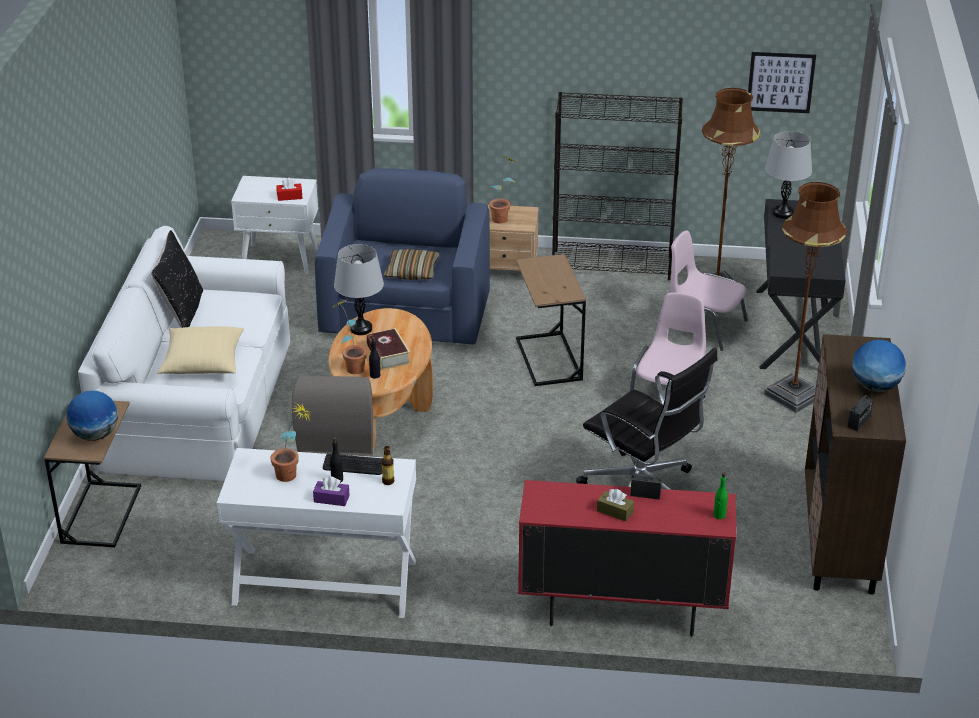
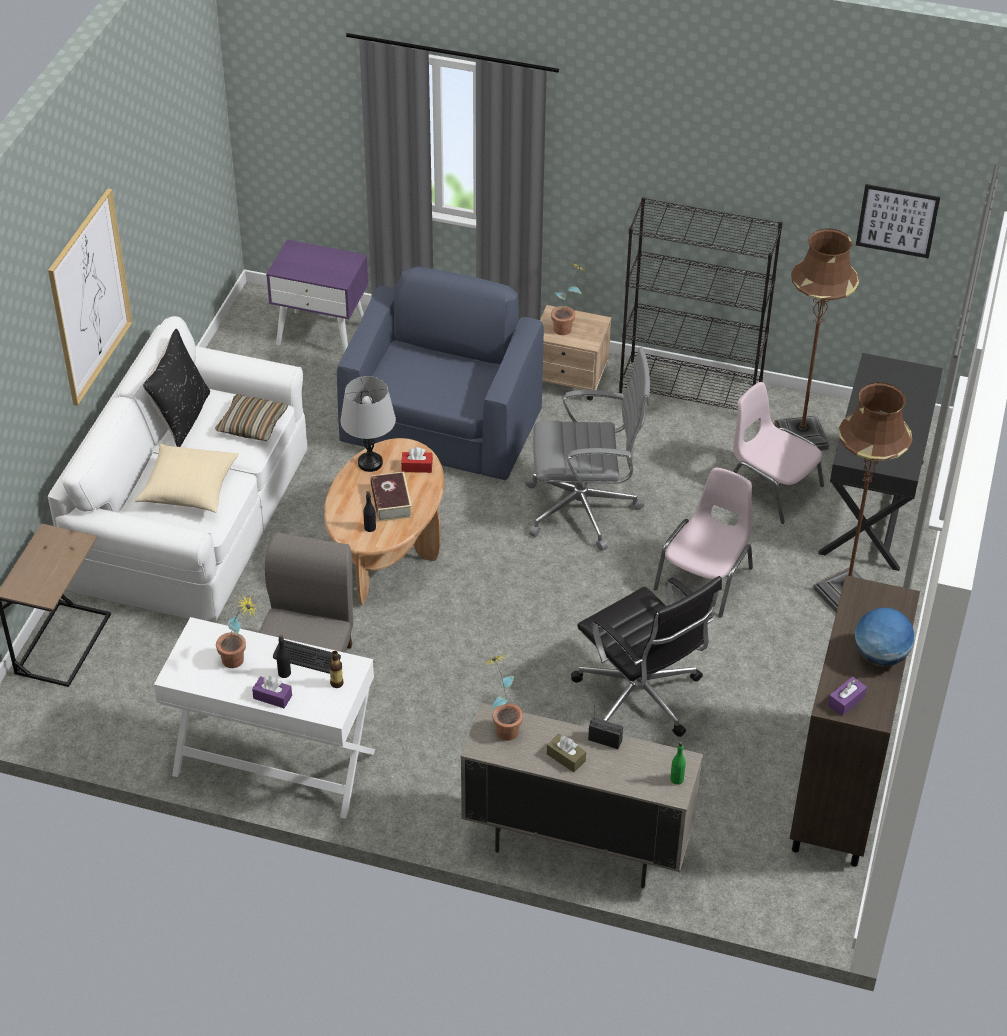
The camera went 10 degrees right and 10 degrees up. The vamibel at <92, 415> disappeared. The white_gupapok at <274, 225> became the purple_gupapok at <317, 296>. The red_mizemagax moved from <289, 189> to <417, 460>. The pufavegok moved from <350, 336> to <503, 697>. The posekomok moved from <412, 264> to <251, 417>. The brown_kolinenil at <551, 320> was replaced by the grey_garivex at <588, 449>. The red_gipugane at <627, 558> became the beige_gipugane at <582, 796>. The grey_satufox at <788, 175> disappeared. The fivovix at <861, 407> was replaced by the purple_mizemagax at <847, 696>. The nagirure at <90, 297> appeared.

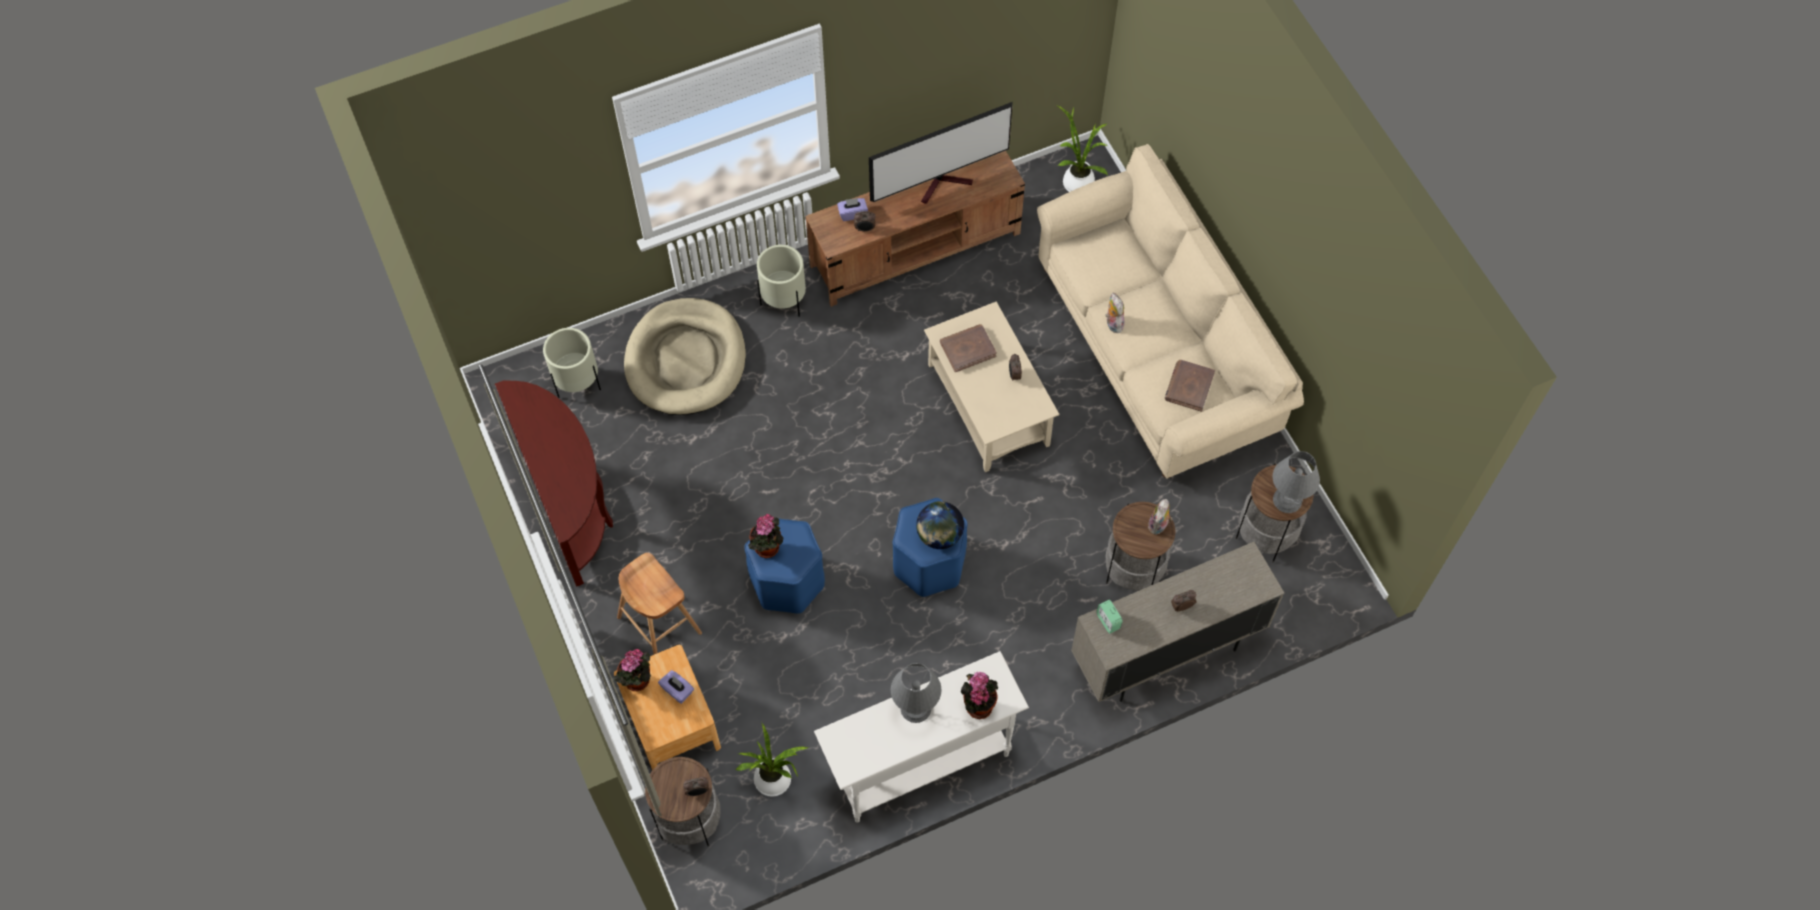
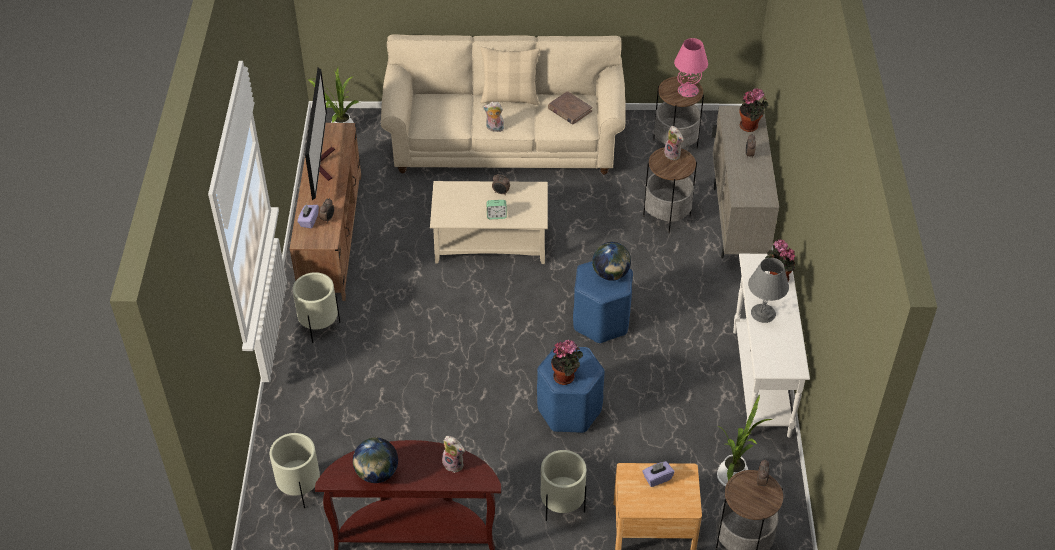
The camera went 65 degrees left and 15 degrees down. The pufavegok moved from <632, 670> to <754, 110>. The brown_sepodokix at <659, 604> was replaced by the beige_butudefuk at <564, 485>. The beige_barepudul at <685, 356> disappeared. The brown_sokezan at <968, 348> disappeared. The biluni moved from <1109, 617> to <496, 209>. The grey_satufox at <1296, 482> became the pink_satufox at <691, 67>. The vamibel at <375, 460> appeared. The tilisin at <453, 454> appeared. The beige_posekomok at <510, 76> appeared.

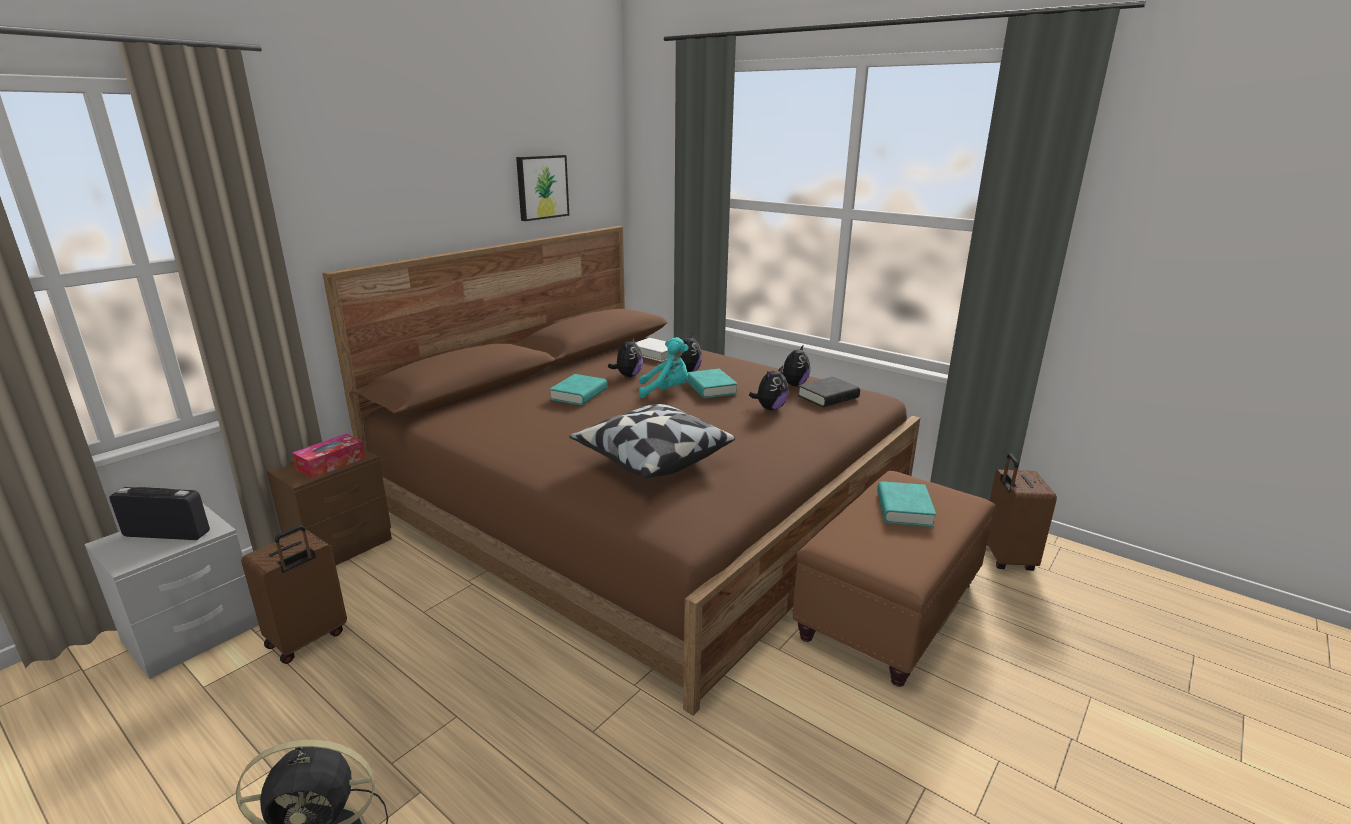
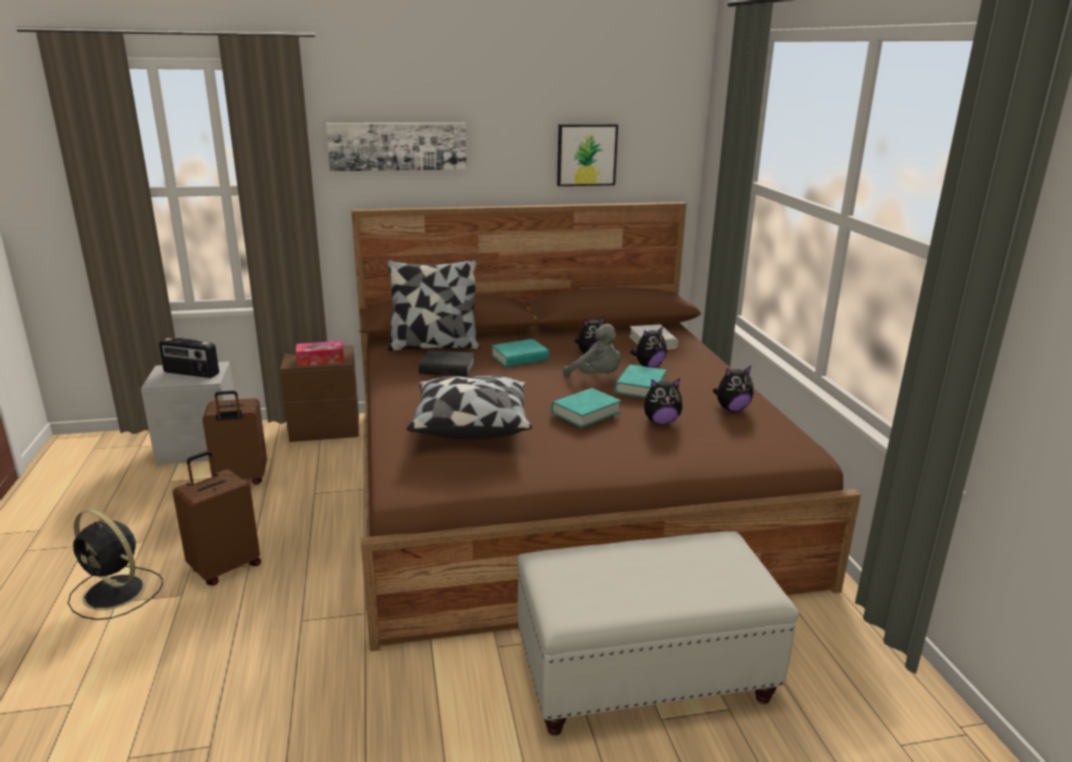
The camera went 40 degrees right and 0 degrees up. The fivovix at <159, 513> turned 150 degrees clockwise. The turquoise_tilisin at <664, 367> became the grey_tilisin at <592, 350>. The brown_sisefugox at <894, 579> became the white_sisefugox at <658, 633>. The black_sokezan moved from <829, 392> to <447, 363>. The turquoise_sokezan moved from <906, 504> to <586, 408>. The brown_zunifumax moved from <1022, 512> to <217, 518>. The nagirure at <396, 147> appeared. The posekomok at <433, 305> appeared.

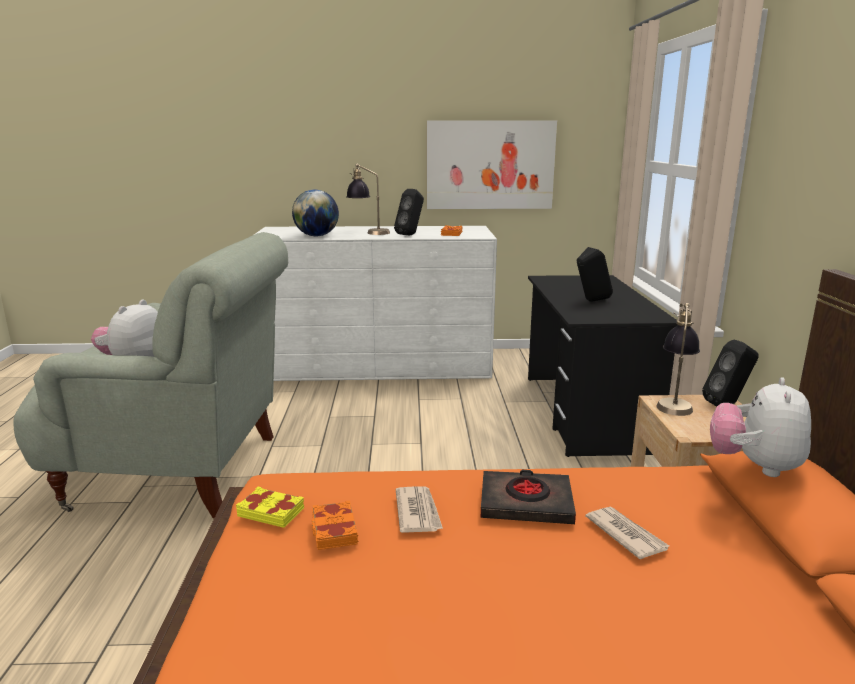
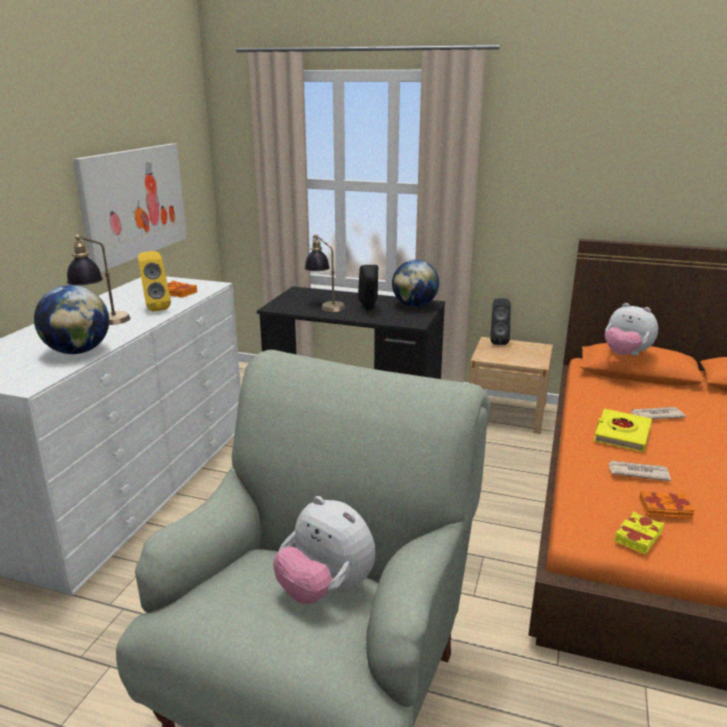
The camera went 70 degrees left and 5 degrees up. The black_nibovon at <409, 212> became the yellow_nibovon at <154, 281>. The black_sokezan at <528, 497> became the yellow_sokezan at <623, 430>. The satufox moved from <678, 359> to <325, 273>. The vamibel at <415, 283> appeared.

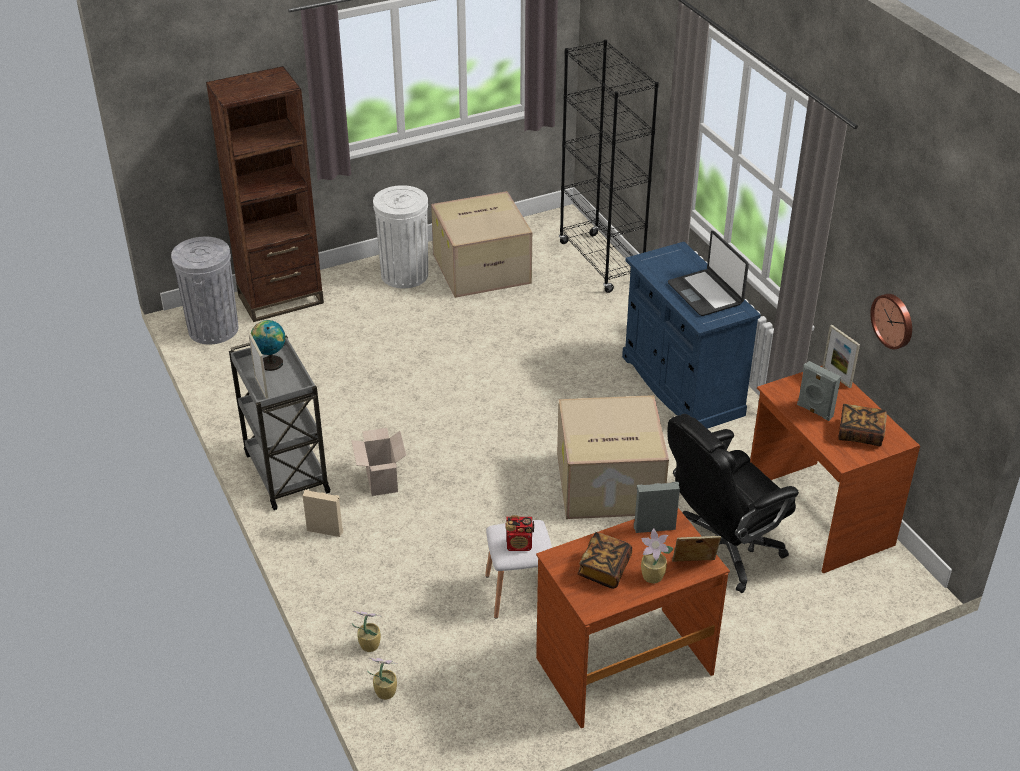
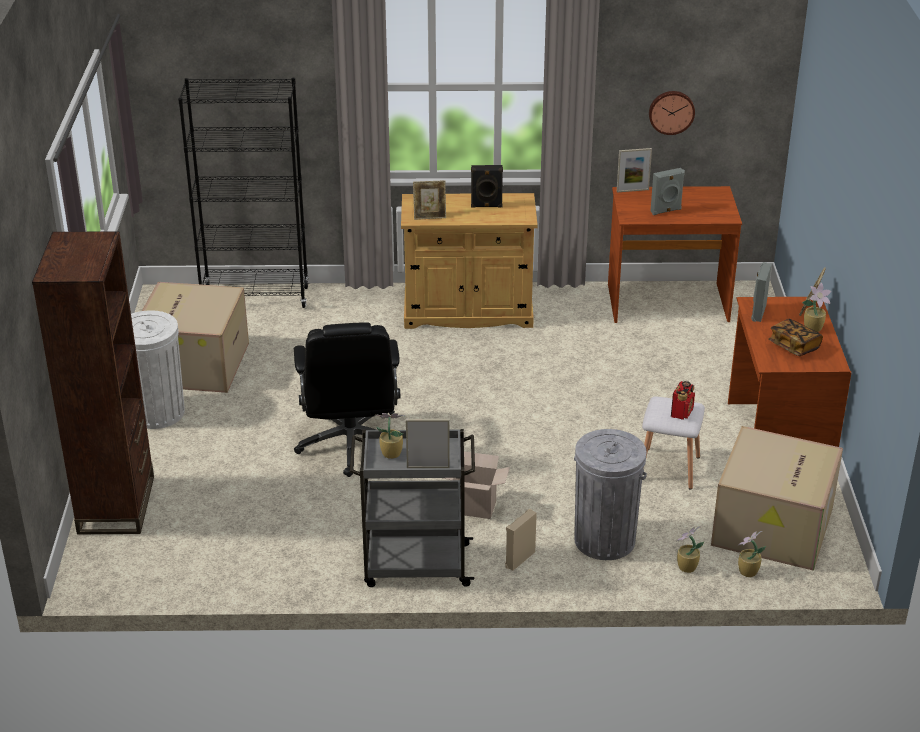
The camera went 65 degrees left and 5 degrees down. The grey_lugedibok moved from <204, 290> to <610, 494>. The vamibel at <268, 345> was replaced by the pufavegok at <389, 436>. The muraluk moved from <613, 457> to <777, 498>. The blue_gipugane at <691, 335> became the beige_gipugane at <469, 261>. The black_garivex moved from <733, 503> to <347, 399>. The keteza at <708, 273> was replaced by the black_nibovon at <487, 186>. The sokezan at <862, 425> disappeared. The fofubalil at <429, 200> appeared.

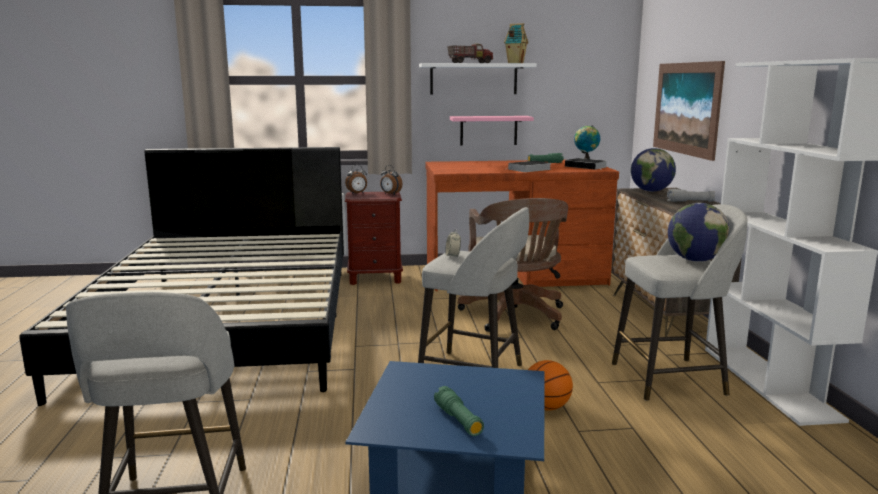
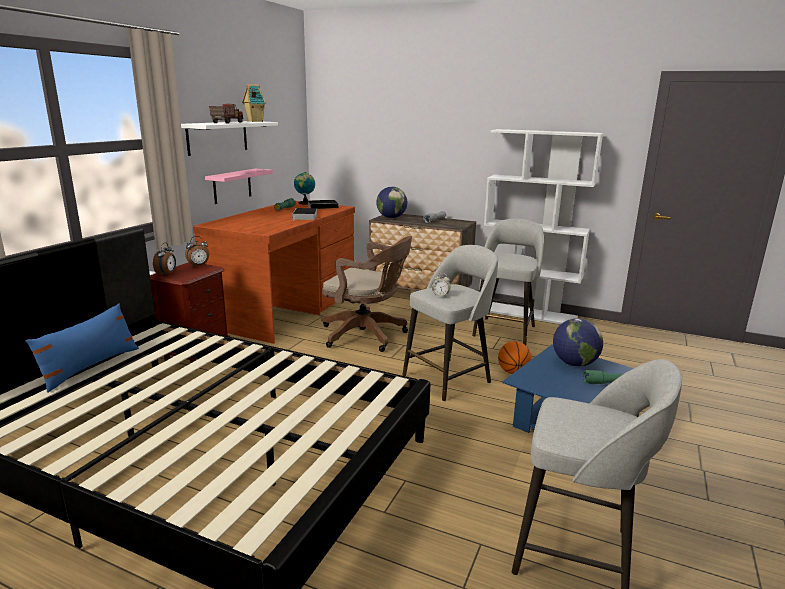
The camera went 60 degrees left and 5 degrees up. The nagirure at <689, 111> disappeared. The vamibel moved from <698, 232> to <578, 342>. The blue_posekomok at <82, 348> appeared.

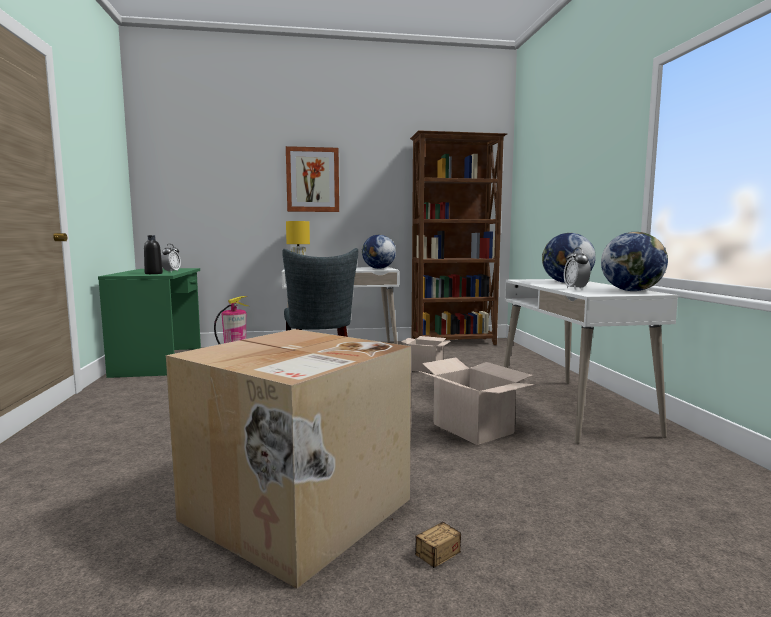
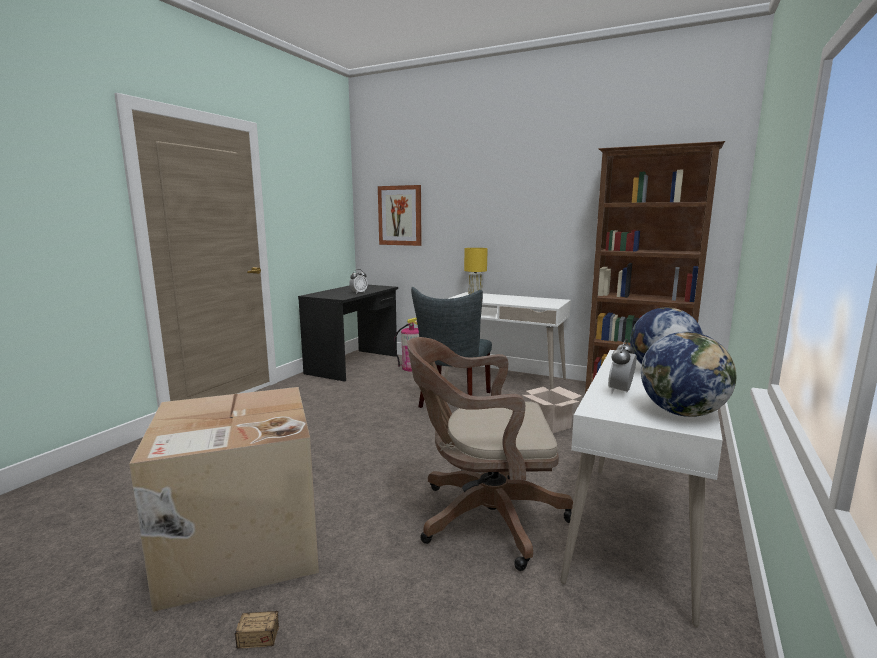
The camera went 35 degrees right and 5 degrees up. The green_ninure at <149, 323> became the black_ninure at <348, 333>. The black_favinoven at <153, 254> disappeared. The nagirure moved from <312, 179> to <400, 215>. The vamibel at <379, 252> disappeared. The muraluk at <476, 401> was replaced by the brown_garivex at <490, 454>.

